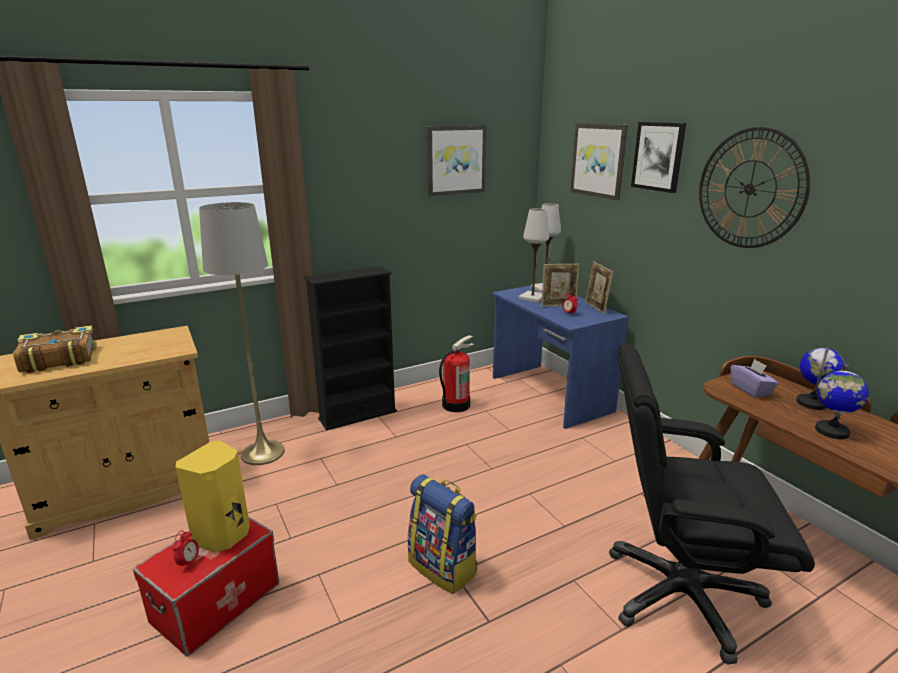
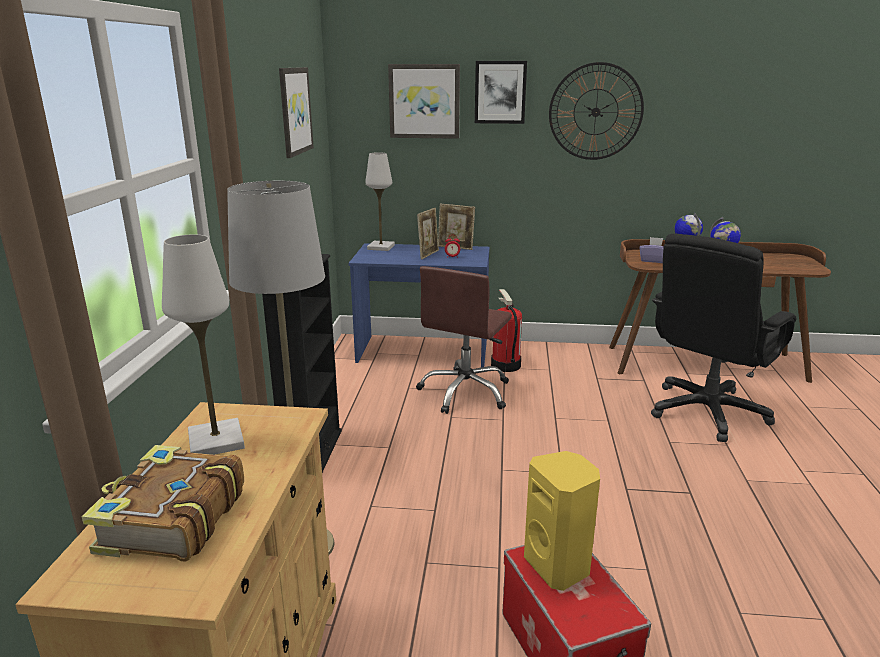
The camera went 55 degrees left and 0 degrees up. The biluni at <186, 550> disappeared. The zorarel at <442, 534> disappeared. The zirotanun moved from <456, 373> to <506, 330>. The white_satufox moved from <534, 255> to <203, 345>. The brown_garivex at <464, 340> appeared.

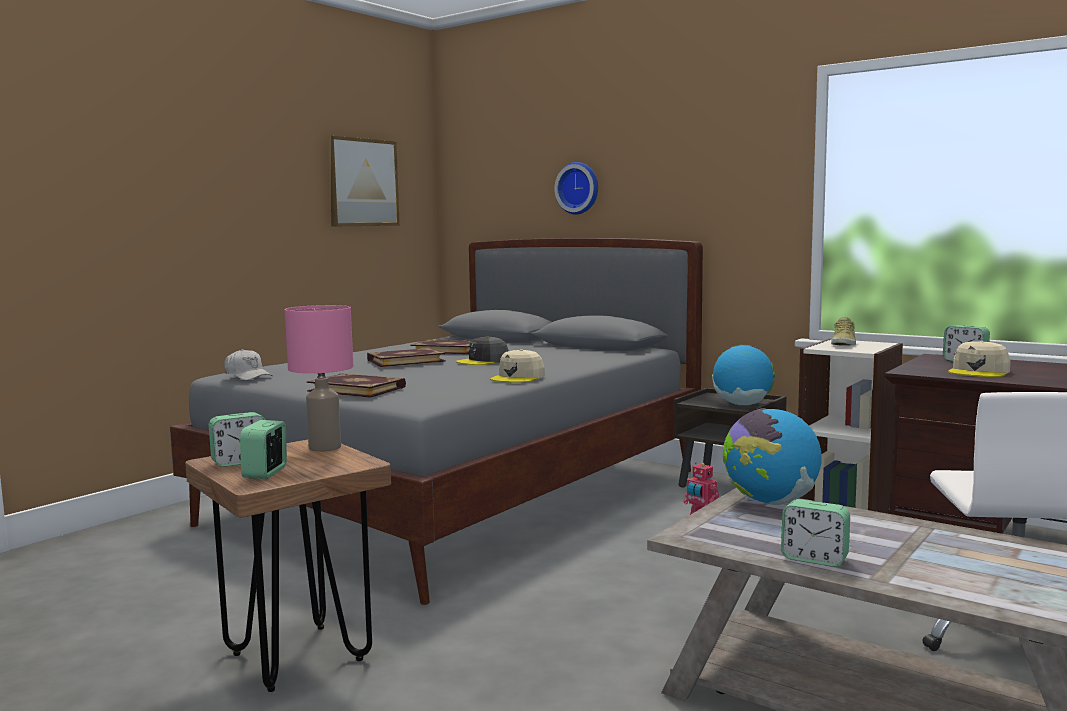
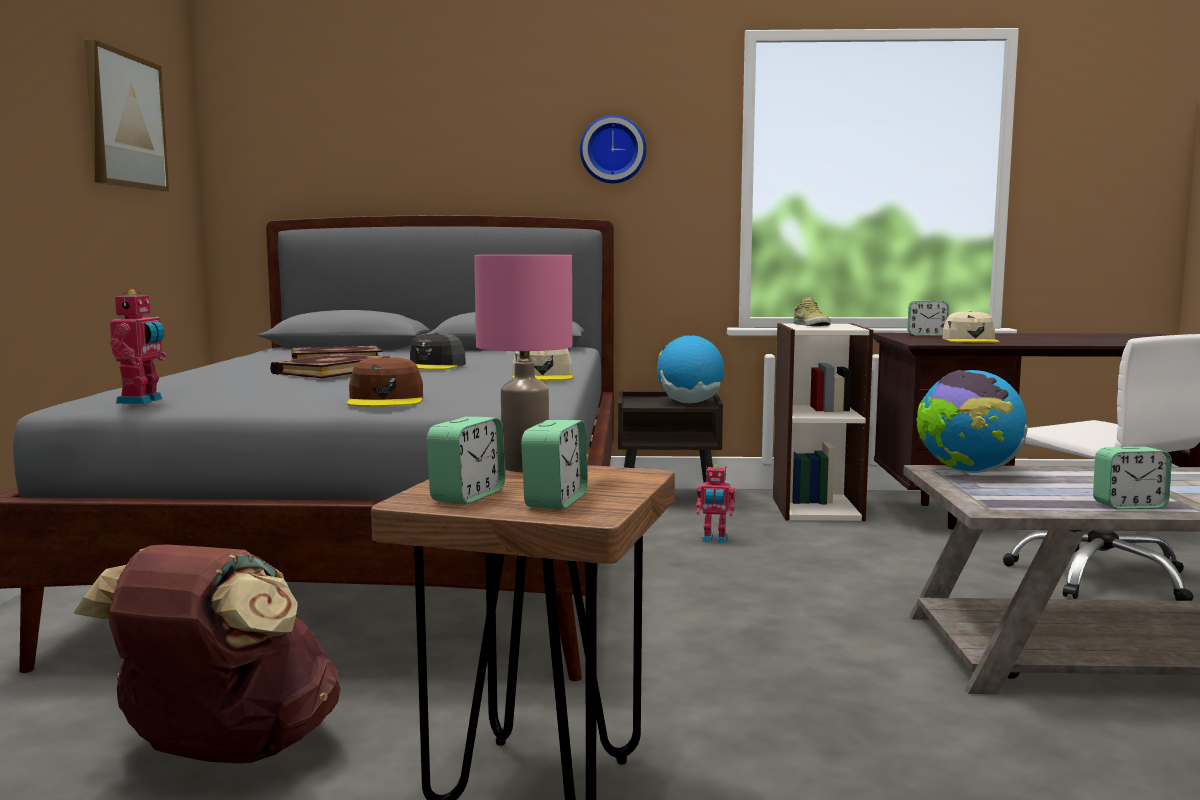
The camera went 35 degrees left and 0 degrees up. The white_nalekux at <248, 364> was replaced by the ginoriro at <138, 347>. The biluni at <263, 449> turned 135 degrees counterclockwise. The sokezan at <356, 385> was replaced by the brown_nalekux at <385, 381>. The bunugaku moved from <576, 188> to <613, 149>. The brown_zorarel at <207, 653> appeared.

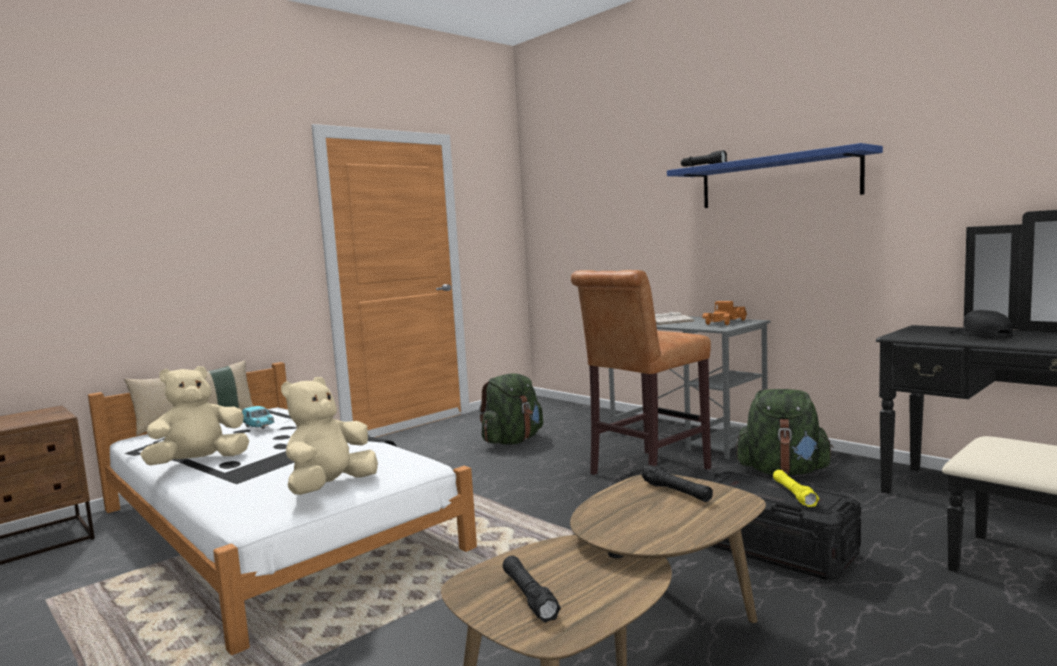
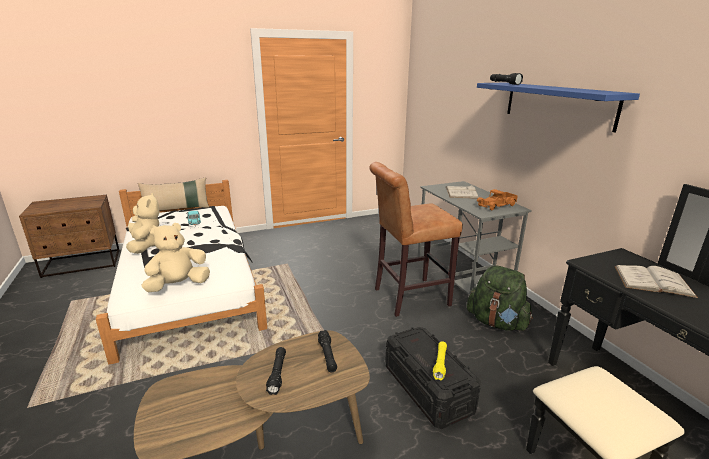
The camera went 20 degrees right and 15 degrees up. The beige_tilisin at <194, 415> turned 90 degrees clockwise. The green_zorarel at <511, 408> disappeared. The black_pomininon moved from <532, 589> to <276, 371>. The black_nalekux at <981, 324> was replaced by the white_sokezan at <656, 281>.

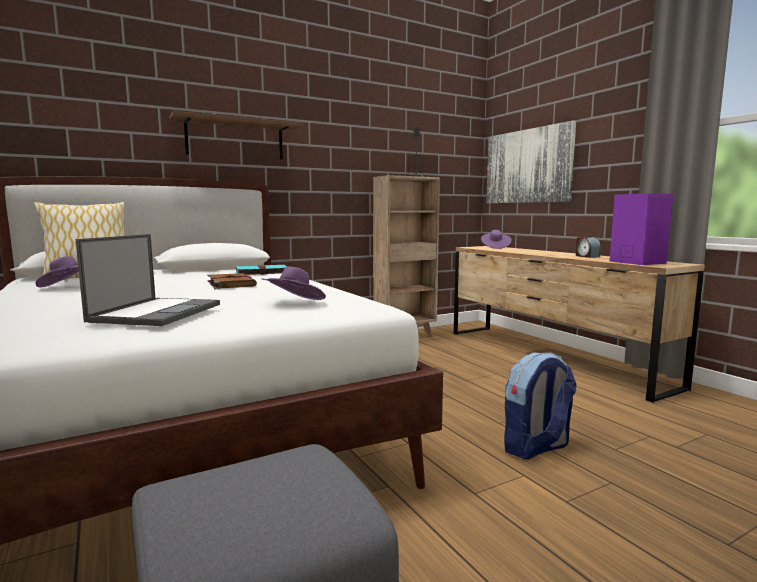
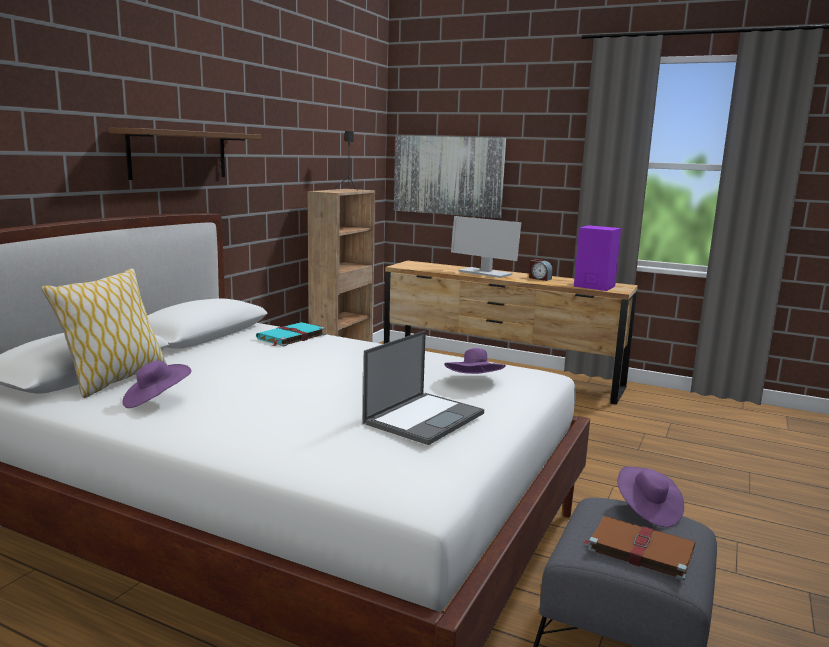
The camera went 35 degrees left and 5 degrees up. The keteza at <147, 280> turned 60 degrees clockwise. The brown_sokezan moved from <232, 281> to <638, 548>. The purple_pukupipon moved from <496, 239> to <650, 496>. The zorarel at <540, 405> disappeared. The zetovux at <486, 247> appeared.

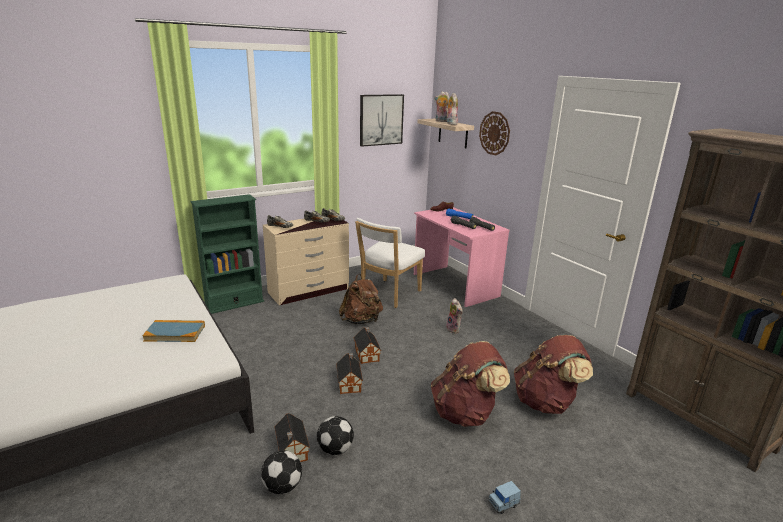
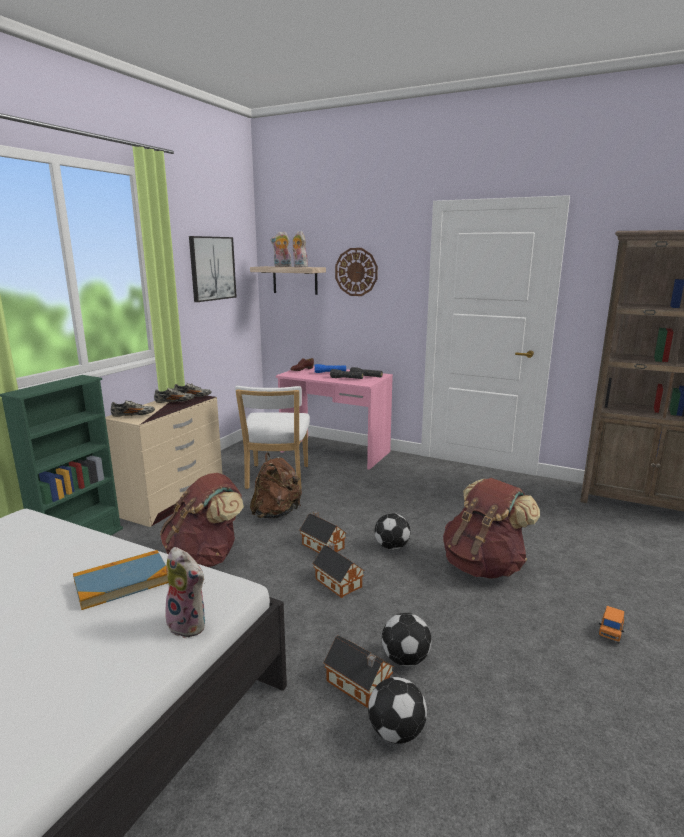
The camera went 30 degrees left and 5 degrees down. The tilisin moved from <454, 315> to <185, 592>. The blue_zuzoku at <504, 497> became the orange_zuzoku at <611, 625>. The brown_zorarel moved from <553, 374> to <202, 520>. The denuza at <393, 531> appeared.

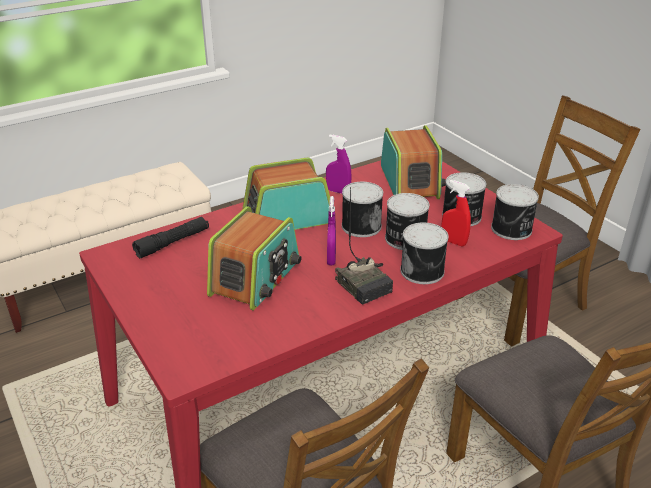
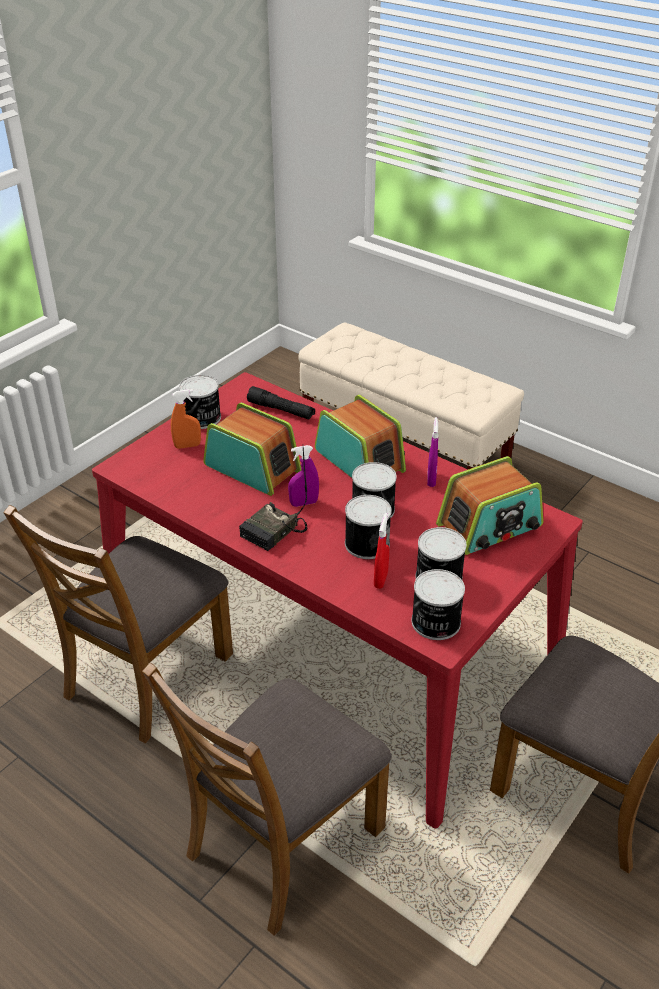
The camera went 70 degrees right and 5 degrees up. The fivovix at <254, 258> turned 150 degrees counterclockwise. The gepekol moved from <424, 253> to <200, 402>. The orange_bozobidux at <186, 419> appeared.

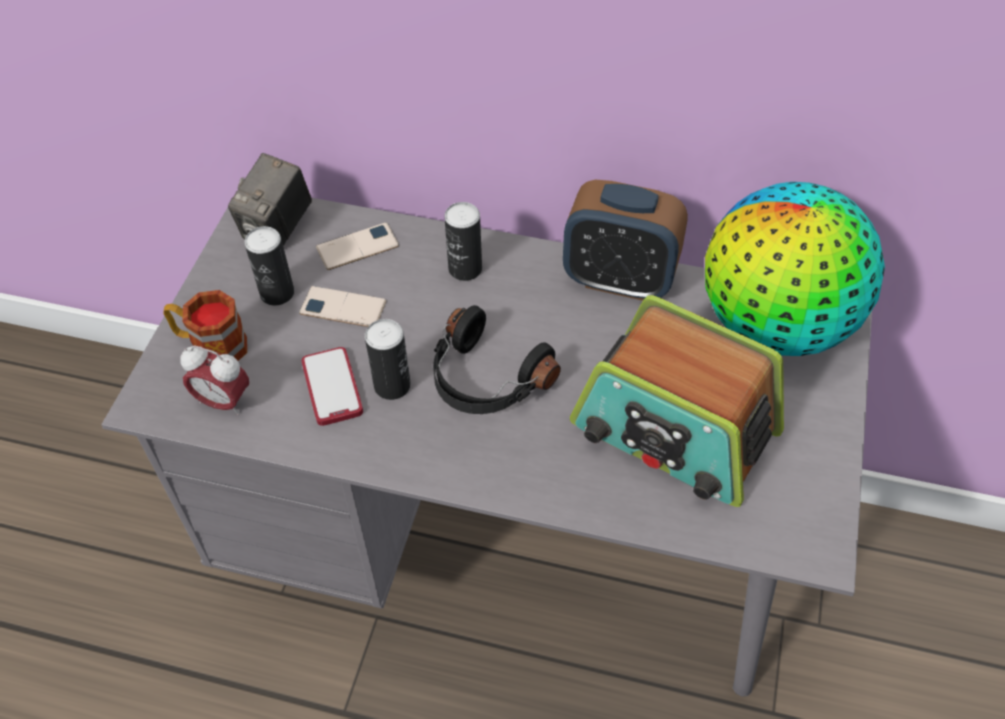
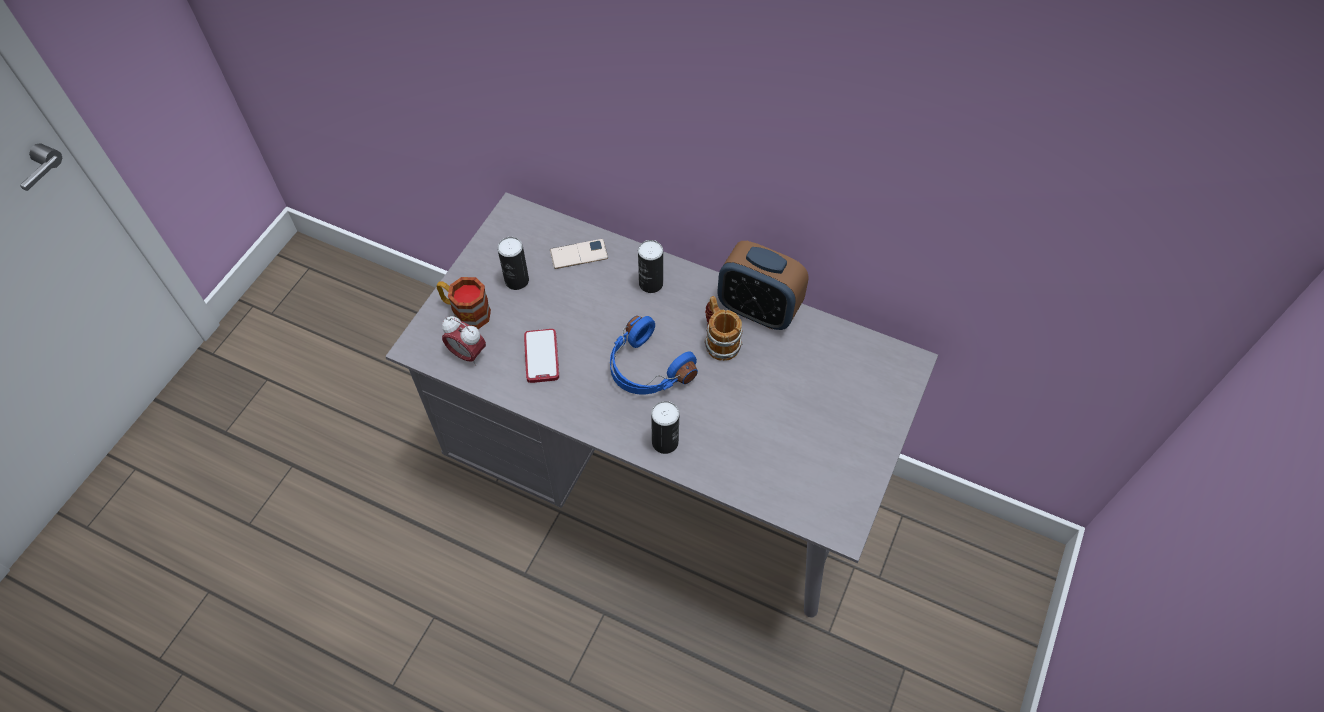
The camera went 10 degrees right and 5 degrees up. The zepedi at <270, 199> disappeared. The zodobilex at <342, 306> disappeared. The gepekol moved from <388, 359> to <665, 427>. The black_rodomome at <497, 359> became the blue_rodomome at <654, 355>. The fivovix at <677, 401> disappeared. The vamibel at <795, 269> disappeared. The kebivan at <723, 328> appeared.

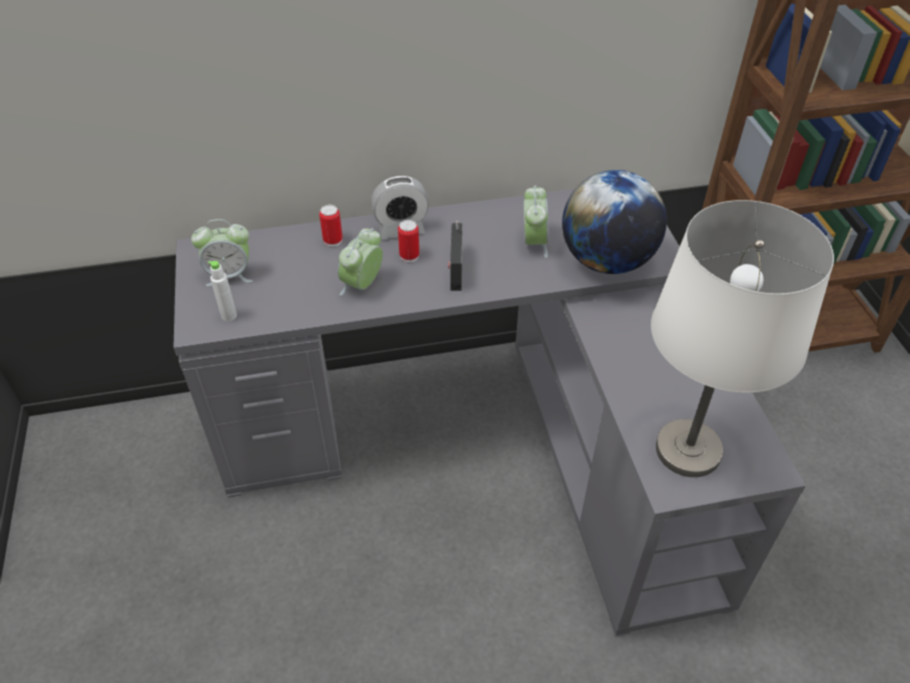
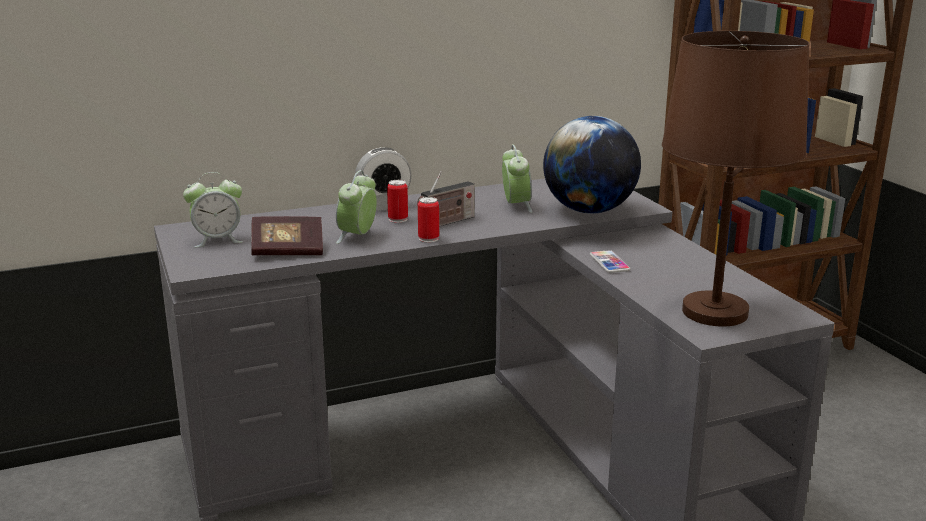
The camera went 10 degrees left and 25 degrees down. The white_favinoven at <222, 291> disappeared. The gepekol moved from <331, 226> to <428, 220>. The fivovix at <455, 256> turned 120 degrees counterclockwise. The white_satufox at <742, 338> became the brown_satufox at <736, 179>. The sokezan at <287, 235> appeared. The zodobilex at <610, 261> appeared.

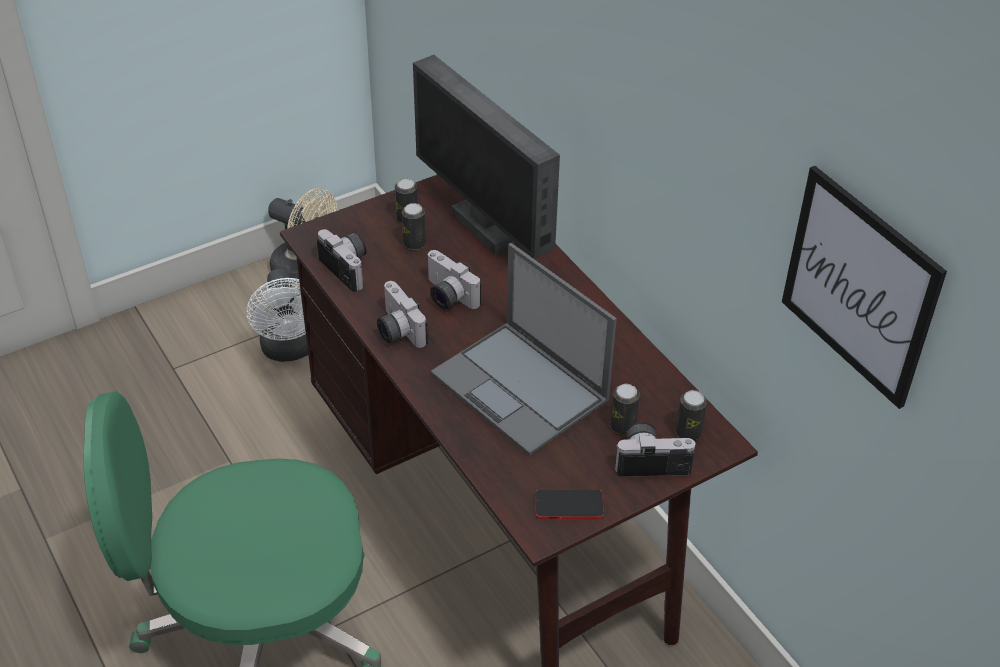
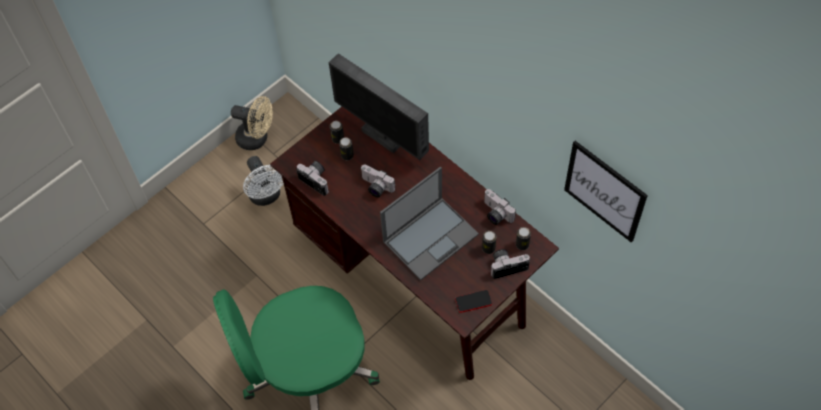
The camera went 10 degrees left and 15 degrees up. The zepedi moved from <403, 314> to <500, 207>. The keteza at <524, 349> turned 75 degrees counterclockwise.

